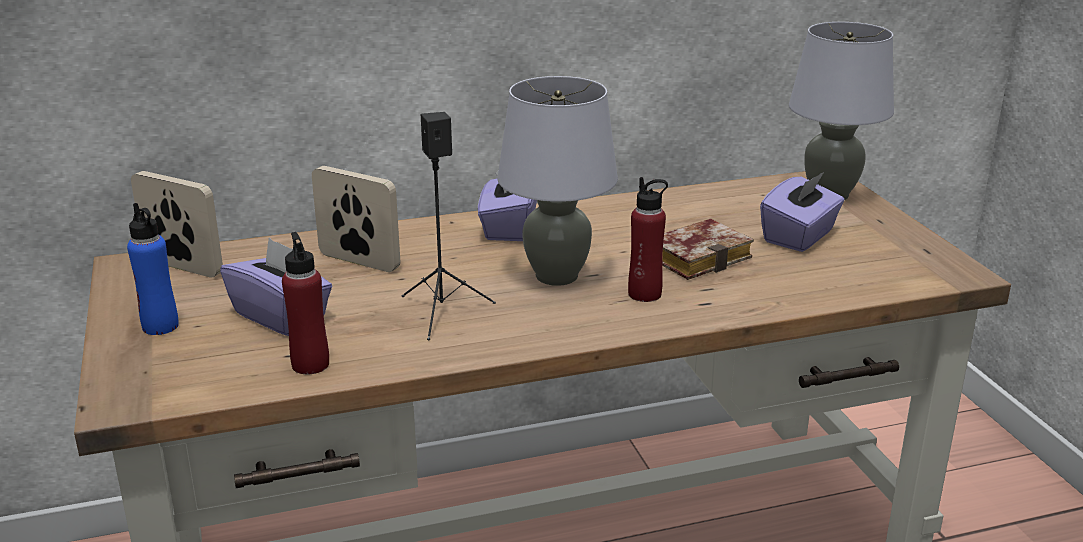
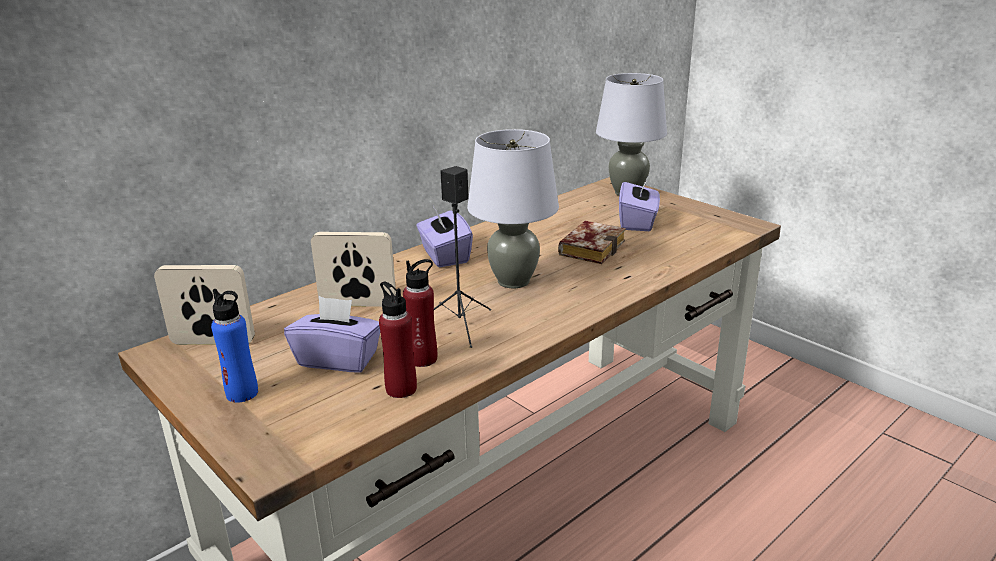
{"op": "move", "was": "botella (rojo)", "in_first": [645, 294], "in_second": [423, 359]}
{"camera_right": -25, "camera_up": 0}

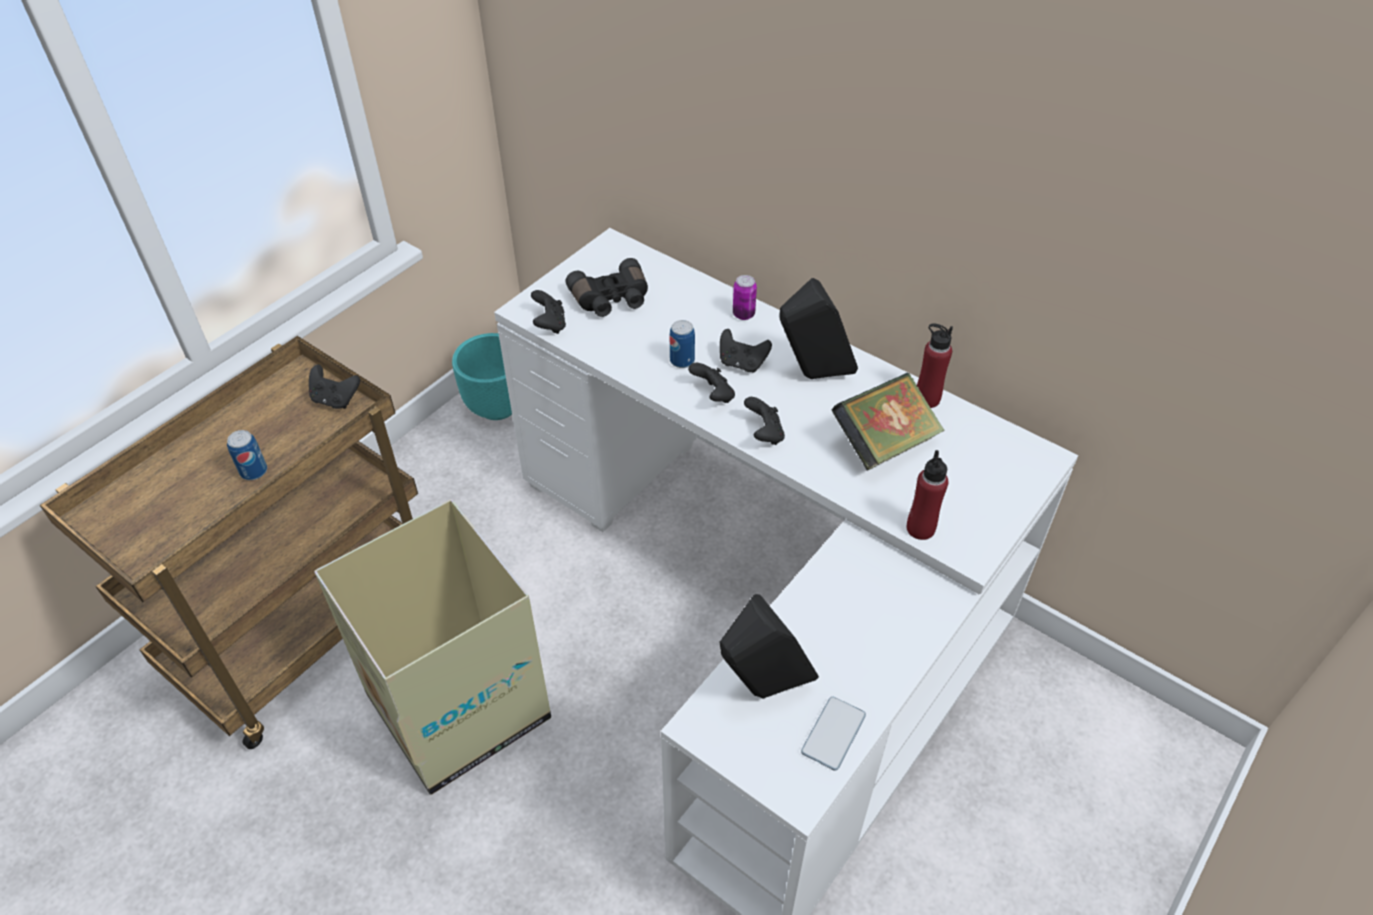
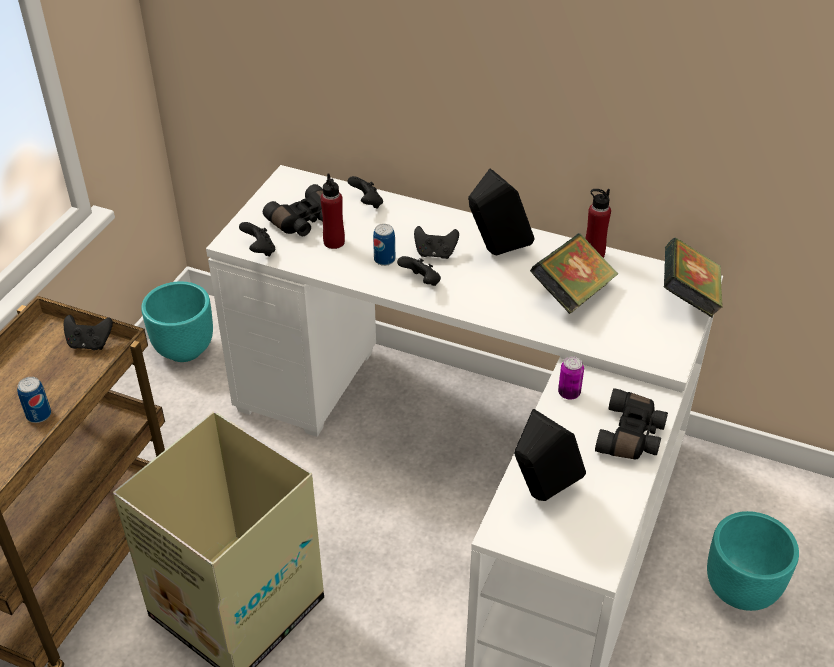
{"op": "delete", "was": "móvil", "in_first": [833, 734]}
{"op": "insert", "now": "prismáticos (negro)", "in_second": [632, 436]}
{"op": "insert", "now": "libro", "in_second": [688, 298]}
{"op": "insert", "now": "maceta (turquesa)", "in_second": [741, 590]}
{"op": "move", "was": "lata", "in_first": [743, 314], "in_second": [569, 393]}
{"op": "move", "was": "mando de consola (negro)", "in_first": [764, 434], "in_second": [367, 203]}
{"op": "move", "was": "botella (rojo)", "in_first": [920, 528], "in_second": [334, 242]}
{"camera_right": -15, "camera_up": -5}

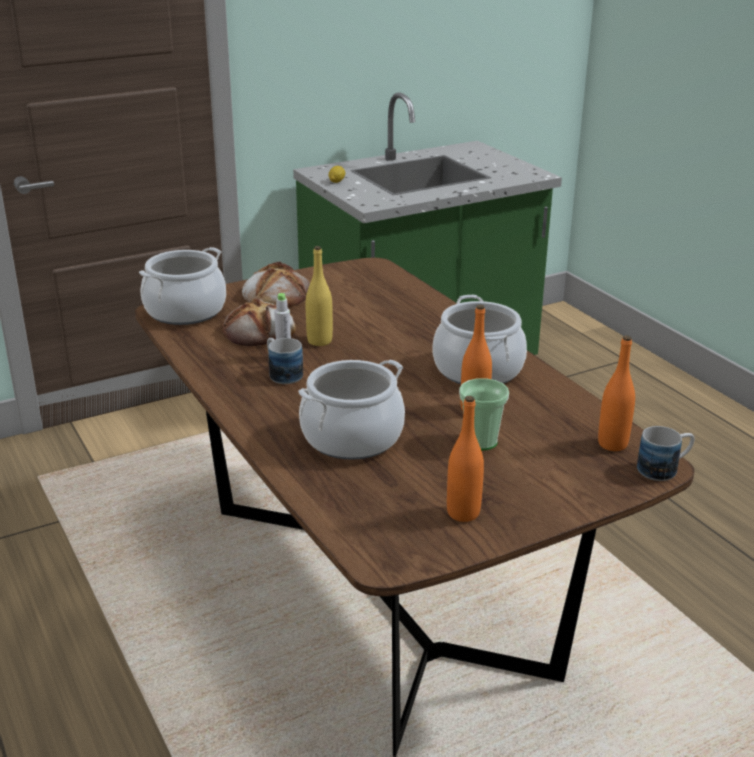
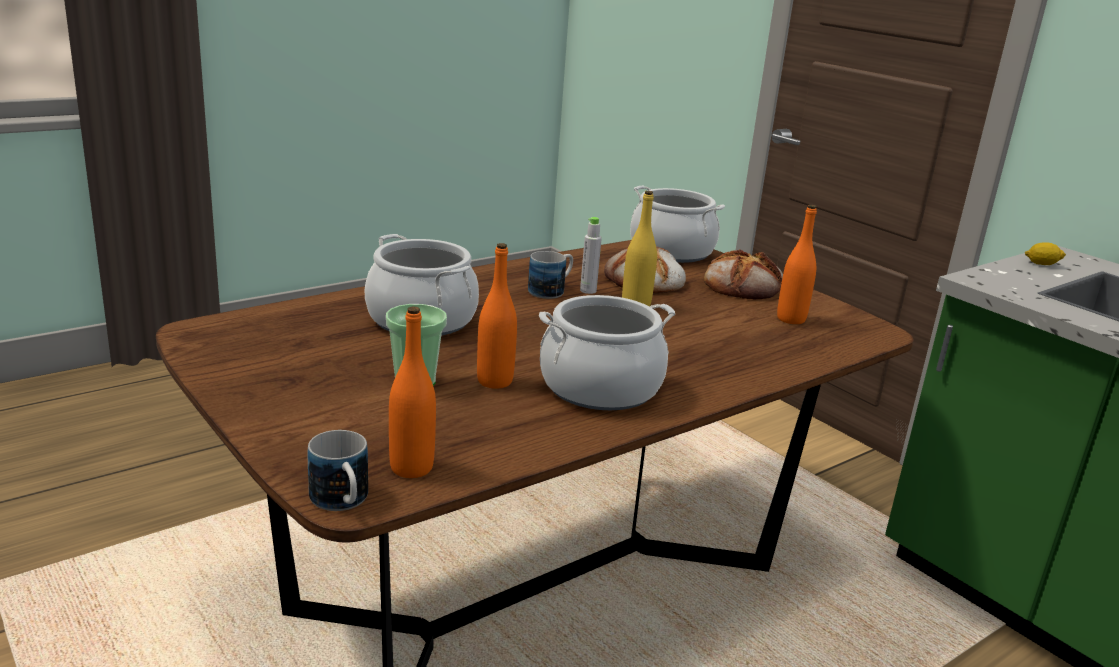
{"op": "move", "was": "botella (naranja)", "in_first": [463, 513], "in_second": [791, 319]}
{"camera_right": 80, "camera_up": -5}

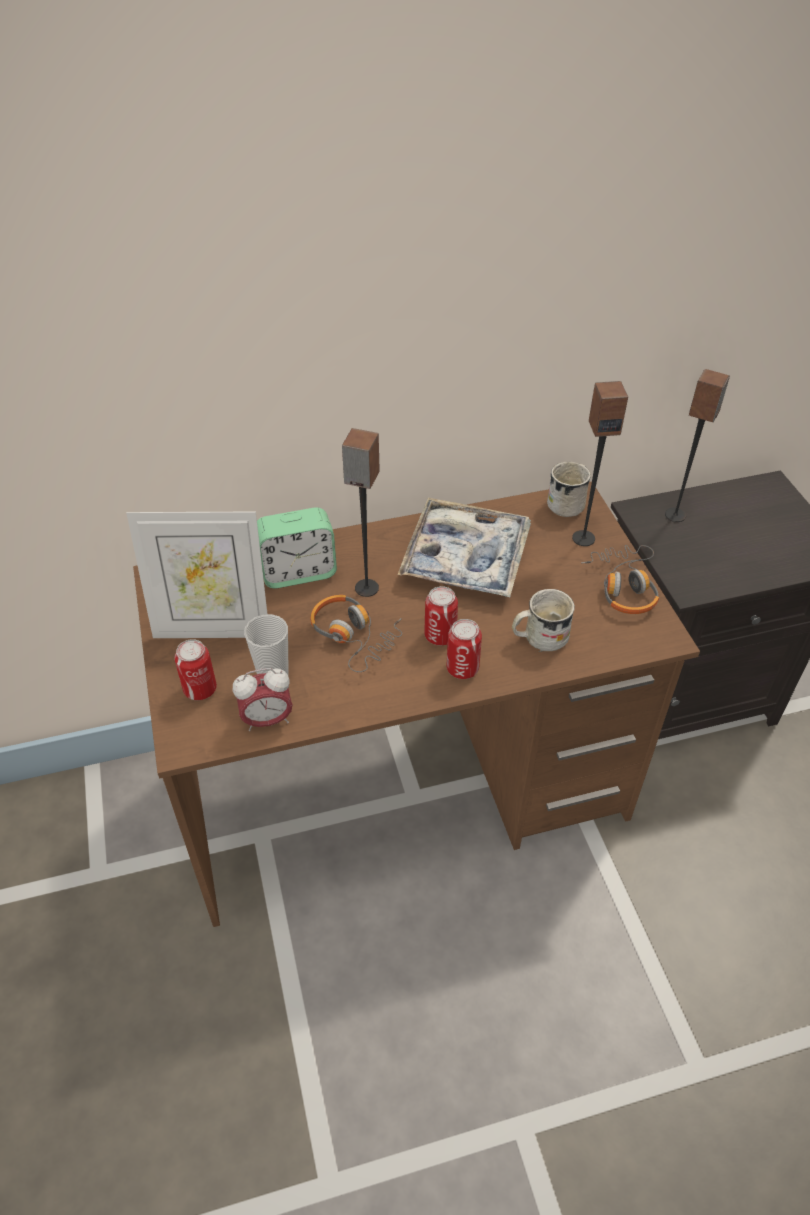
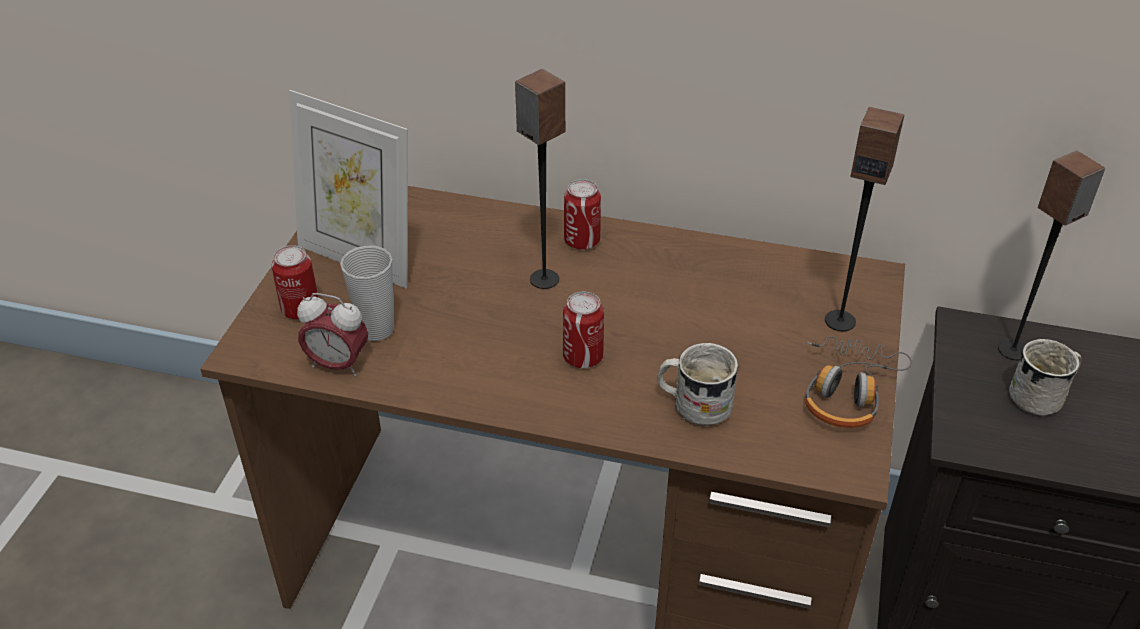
{"op": "delete", "was": "despertador", "in_first": [298, 572]}
{"op": "delete", "was": "auriculares", "in_first": [353, 636]}
{"op": "delete", "was": "bandeja", "in_first": [465, 558]}
{"op": "move", "was": "lata", "in_first": [462, 668], "in_second": [582, 241]}
{"op": "move", "was": "taza grande (blanco)", "in_first": [569, 502], "in_second": [1043, 396]}
{"camera_right": 30, "camera_up": -5}

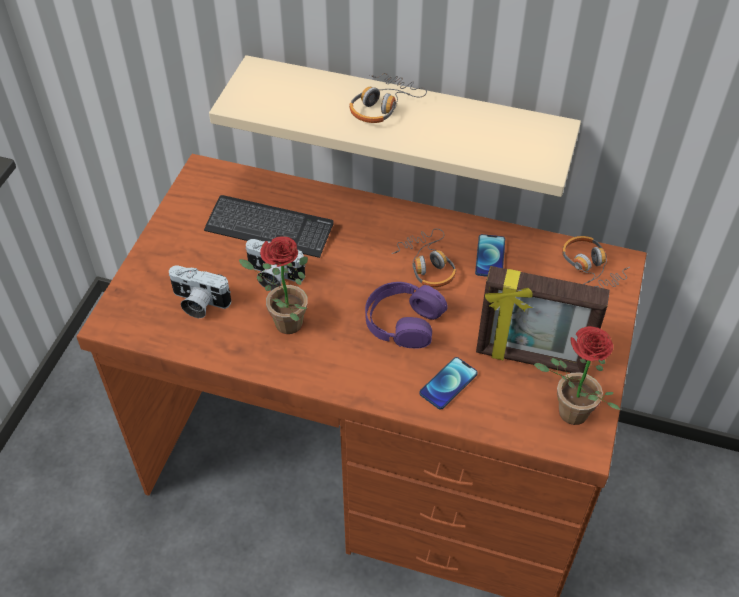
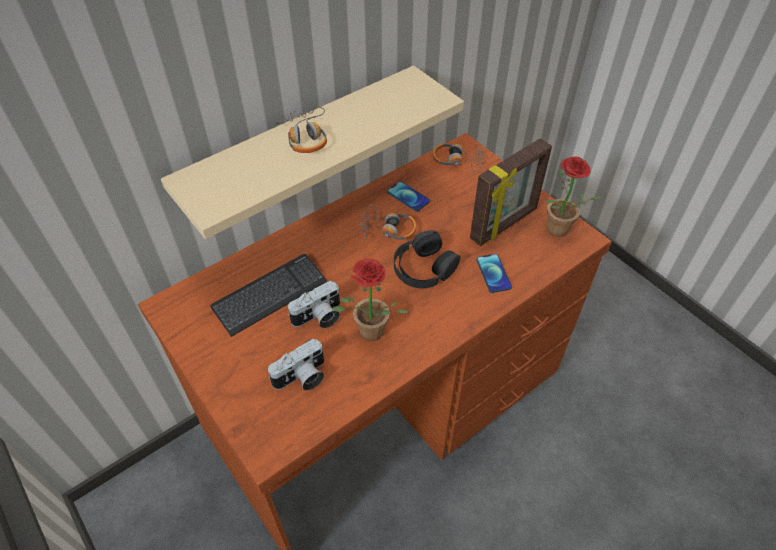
{"op": "recolor", "was": "auriculares (morado)", "now": "auriculares (negro)", "in_first": [403, 321], "in_second": [423, 268]}
{"camera_right": -55, "camera_up": 0}

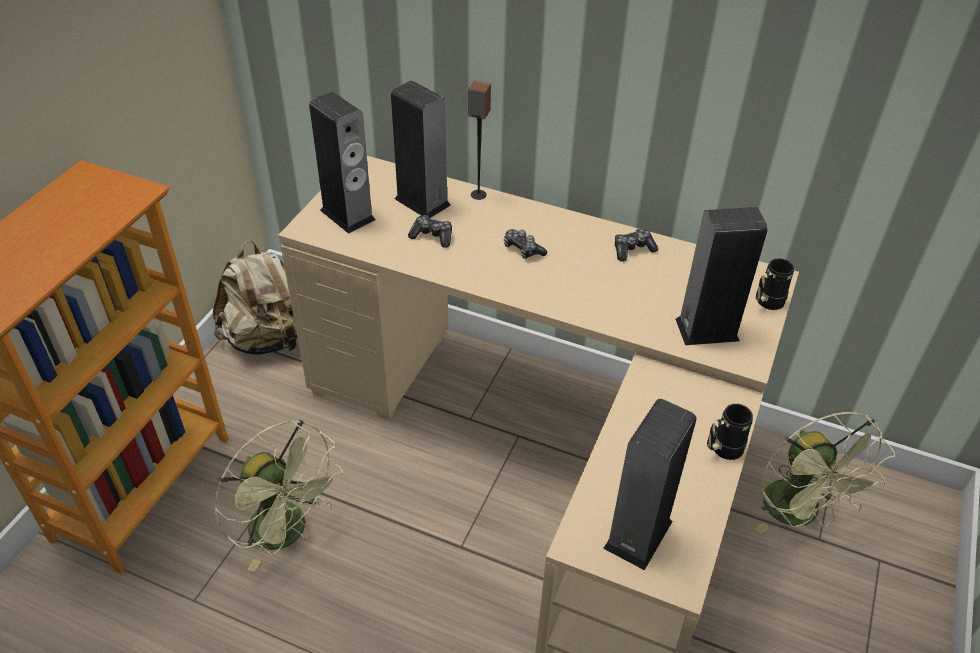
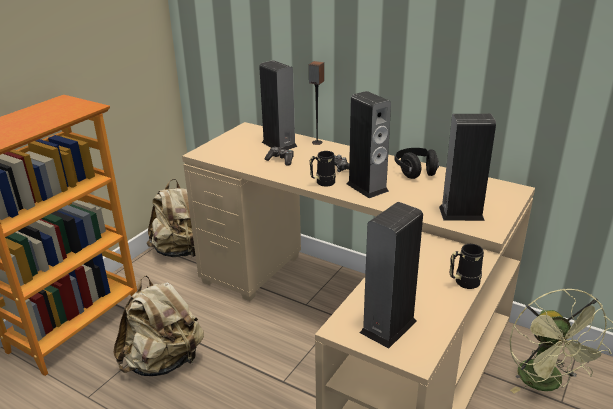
{"op": "move", "was": "altavoz", "in_first": [347, 215], "in_second": [367, 187]}
{"op": "move", "was": "taza grande (negro)", "in_first": [766, 303], "in_second": [322, 183]}
{"op": "replace", "was": "ventilador (verde)", "now": "mochila (beis)", "in_first": [288, 532], "in_second": [164, 361]}
{"op": "replace", "was": "mando de consola", "now": "auriculares (negro)", "in_first": [632, 249], "in_second": [415, 171]}
{"camera_right": 10, "camera_up": -15}

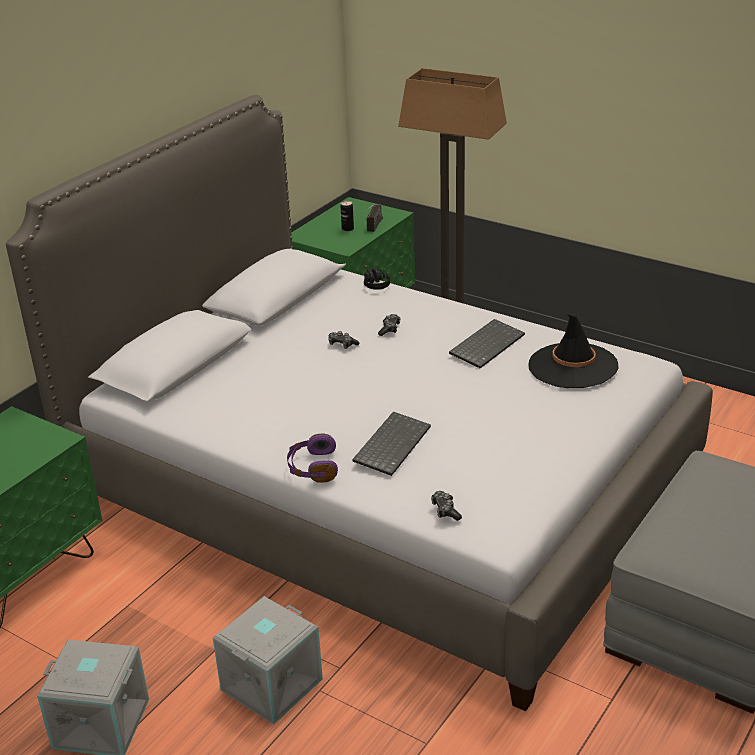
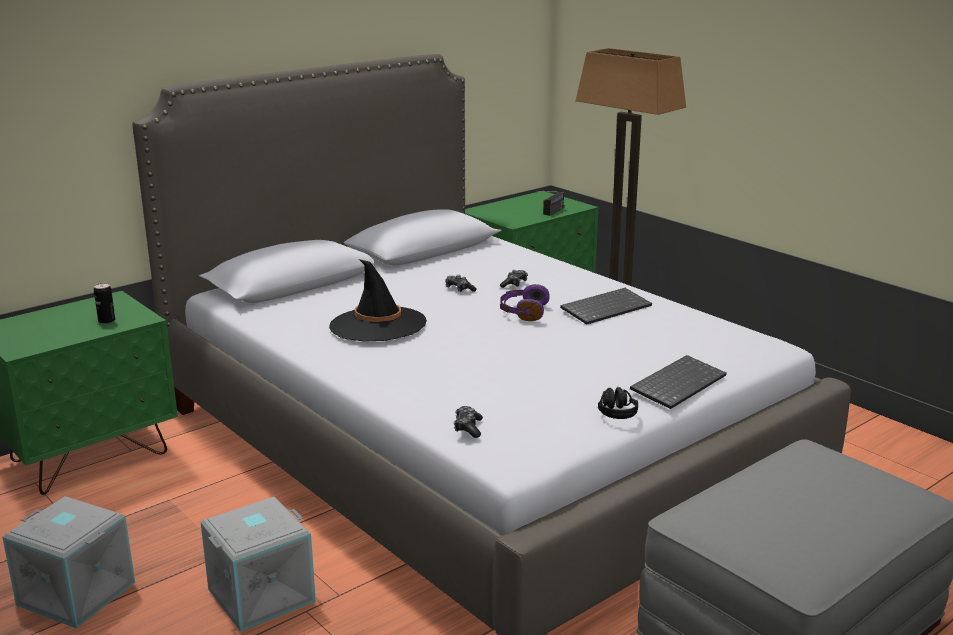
{"op": "move", "was": "auriculares (morado)", "in_first": [312, 468], "in_second": [523, 312]}
{"op": "move", "was": "lata", "in_first": [347, 229], "in_second": [106, 321]}
{"op": "move", "was": "teclado", "in_first": [391, 444], "in_second": [677, 383]}
{"op": "move", "was": "auriculares (negro)", "in_first": [374, 283], "in_second": [615, 410]}
{"op": "move", "was": "sombrero (negro)", "in_first": [572, 366], "in_second": [378, 325]}
{"camera_right": 15, "camera_up": -10}

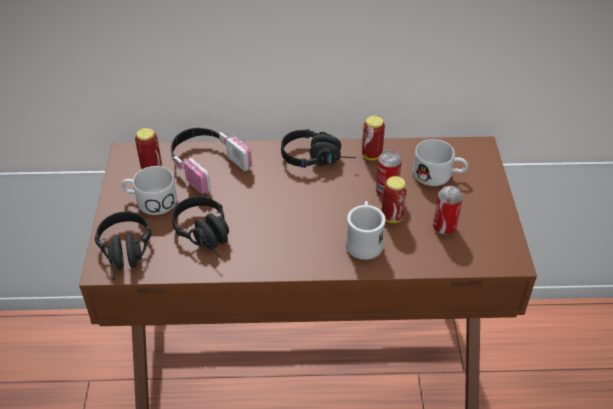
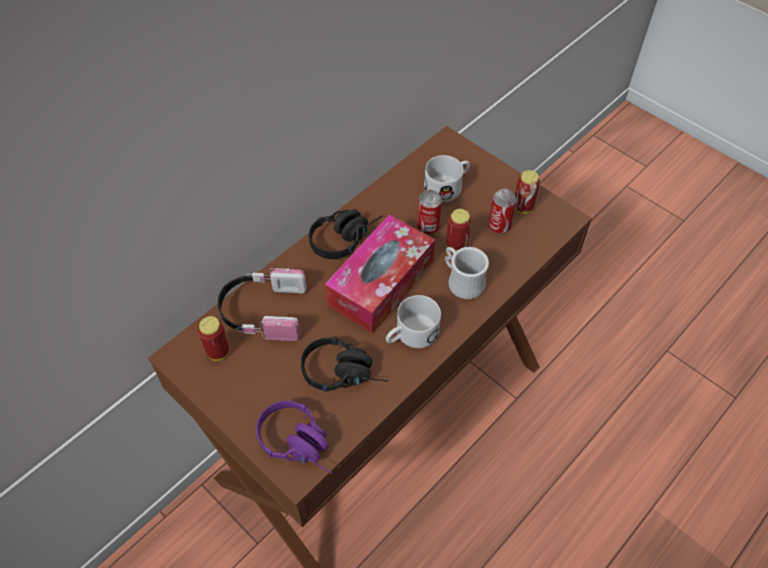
{"op": "insert", "now": "caja de pañuelos", "in_second": [381, 283]}
{"op": "move", "was": "taza grande (blanco)", "in_first": [150, 201], "in_second": [411, 335]}
{"op": "move", "was": "lata", "in_first": [371, 155], "in_second": [523, 207]}
{"op": "recolor", "was": "auriculares (negro)", "now": "auriculares (morado)", "in_first": [126, 255], "in_second": [301, 444]}
{"camera_right": -45, "camera_up": 10}

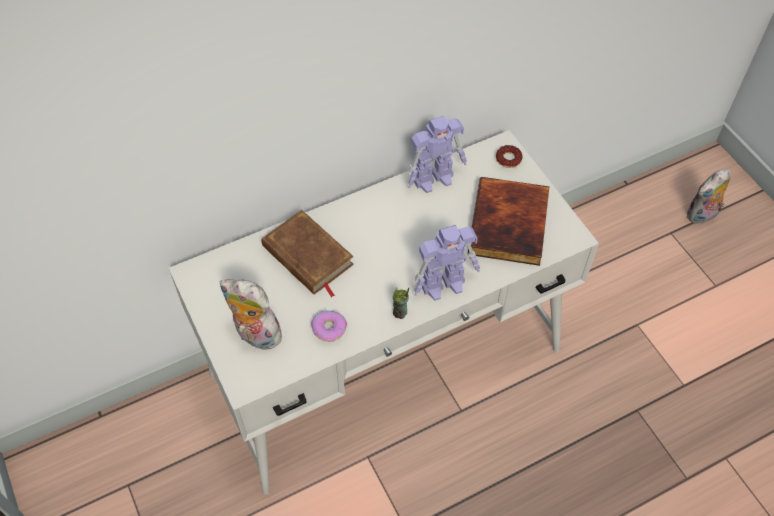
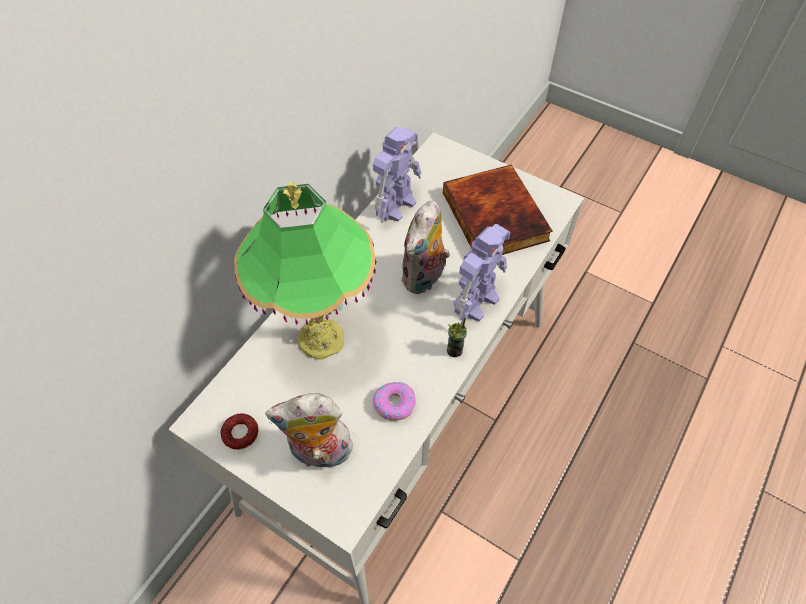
{"op": "move", "was": "rosquilla", "in_first": [508, 159], "in_second": [240, 433]}
{"op": "move", "was": "peluche", "in_first": [702, 216], "in_second": [424, 278]}
{"op": "replace", "was": "libro (marrón)", "now": "lámpara de mesa", "in_first": [307, 256], "in_second": [320, 339]}
{"camera_right": -30, "camera_up": 0}

